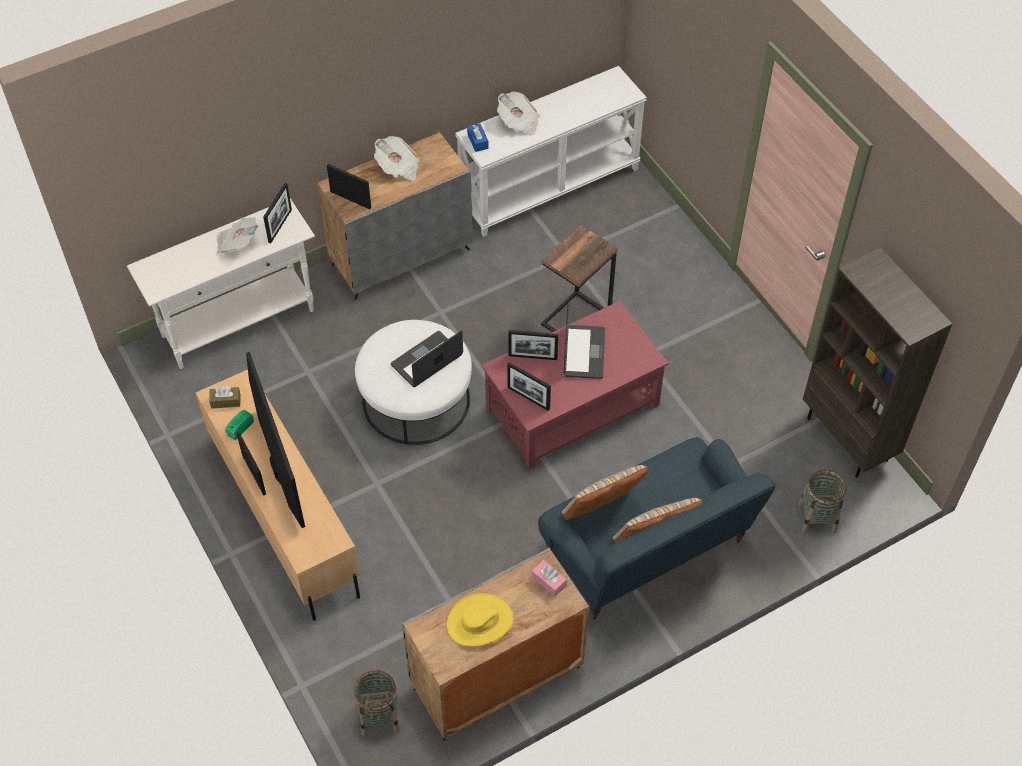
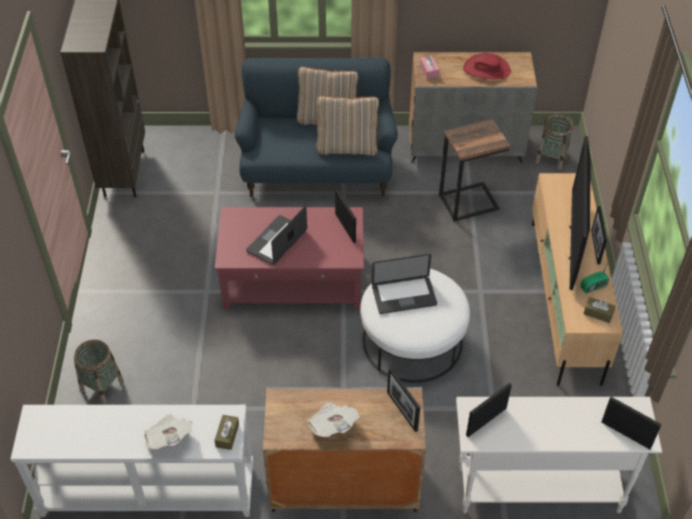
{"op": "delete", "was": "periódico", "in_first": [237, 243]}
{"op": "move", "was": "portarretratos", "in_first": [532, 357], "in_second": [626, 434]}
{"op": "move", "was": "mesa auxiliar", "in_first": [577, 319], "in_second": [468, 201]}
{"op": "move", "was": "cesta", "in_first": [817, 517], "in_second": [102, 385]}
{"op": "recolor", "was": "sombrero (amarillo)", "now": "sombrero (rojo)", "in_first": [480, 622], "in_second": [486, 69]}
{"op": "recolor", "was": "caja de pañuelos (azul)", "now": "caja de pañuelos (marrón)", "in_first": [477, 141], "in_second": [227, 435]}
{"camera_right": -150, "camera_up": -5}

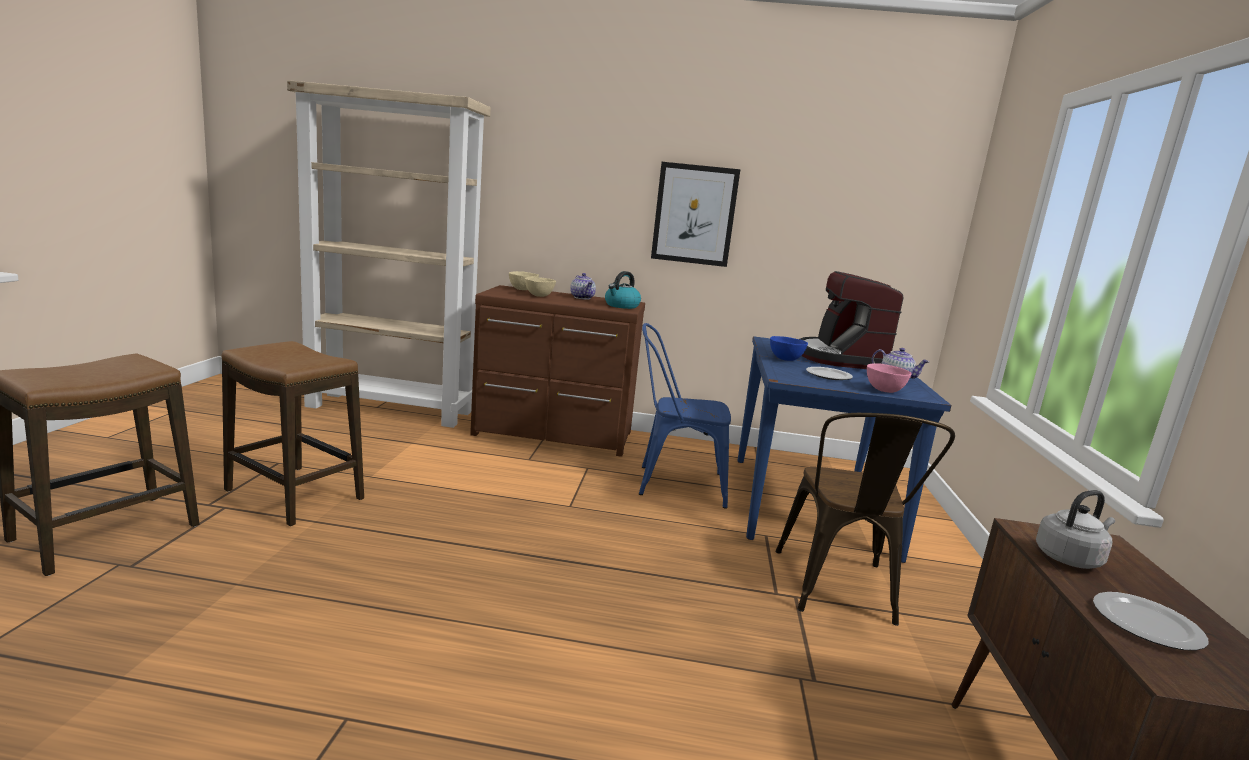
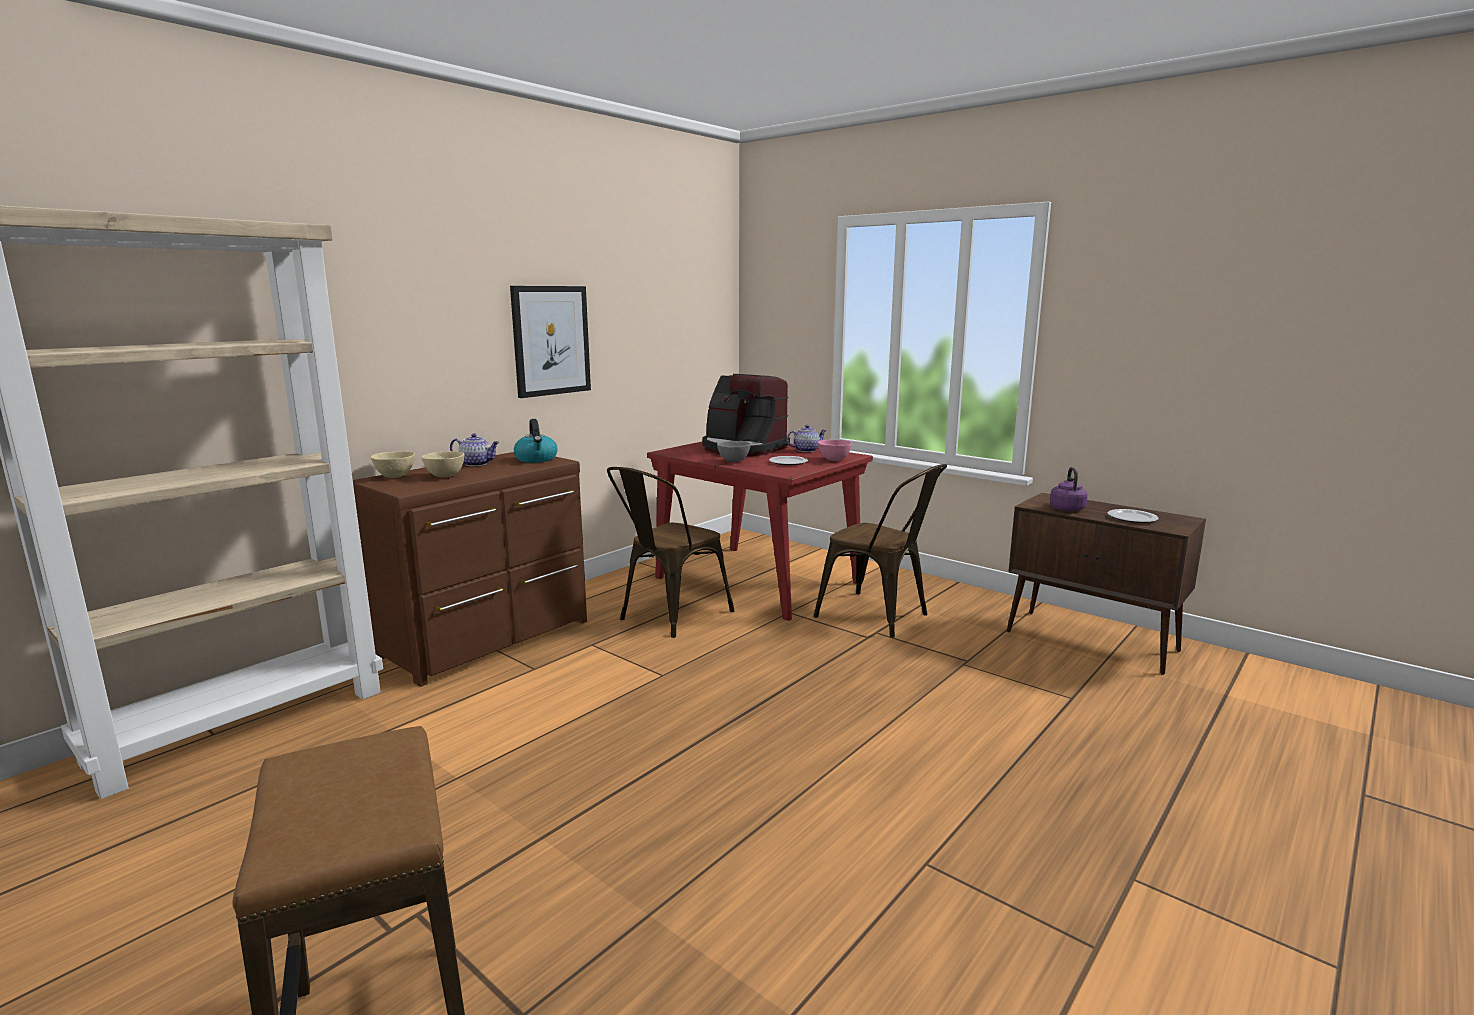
{"op": "delete", "was": "taburete", "in_first": [295, 495]}
{"op": "recolor", "was": "silla (azul)", "now": "silla (marrón)", "in_first": [673, 483], "in_second": [669, 617]}
{"op": "recolor", "was": "mesa de comedor (azul)", "now": "mesa de comedor (rojo)", "in_first": [810, 505], "in_second": [758, 580]}
{"op": "recolor", "was": "cuenco (azul)", "now": "cuenco (gris)", "in_first": [785, 359], "in_second": [733, 461]}
{"op": "recolor", "was": "hervidor (gris)", "now": "hervidor (morado)", "in_first": [1070, 558], "in_second": [1066, 508]}
{"camera_right": -55, "camera_up": 0}

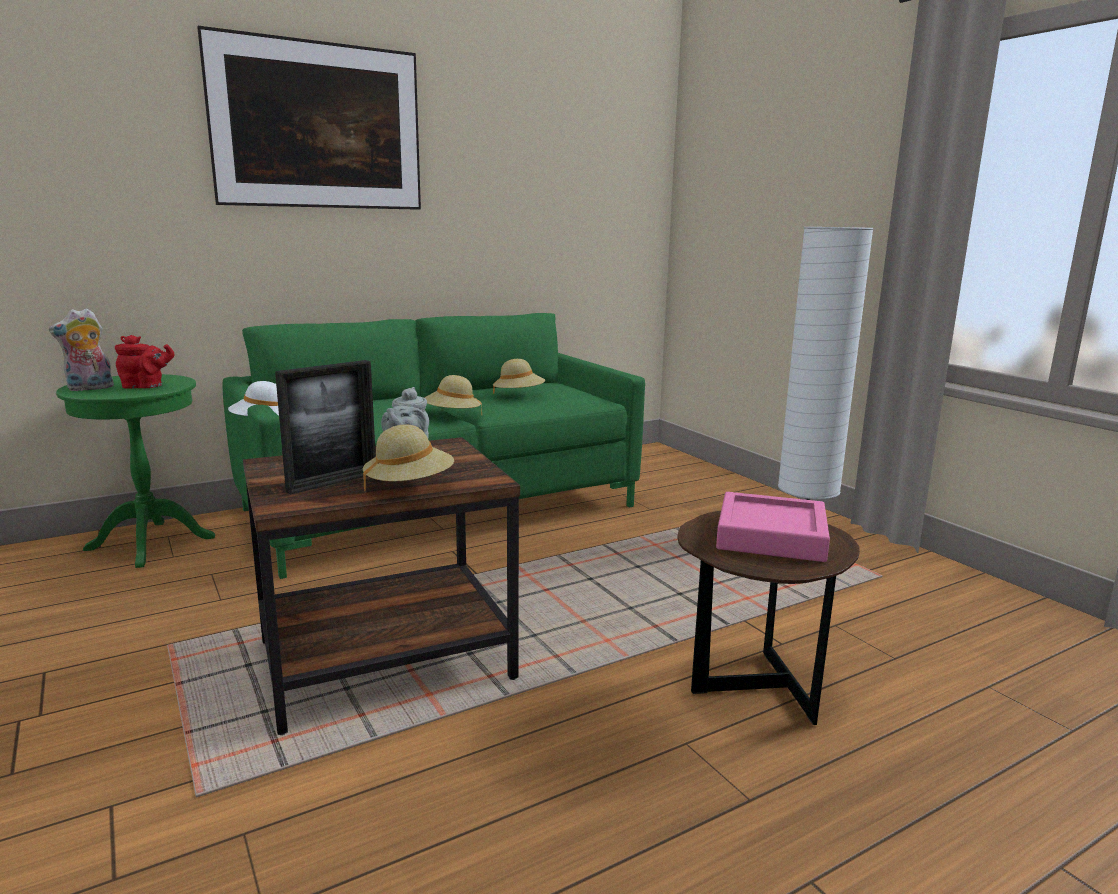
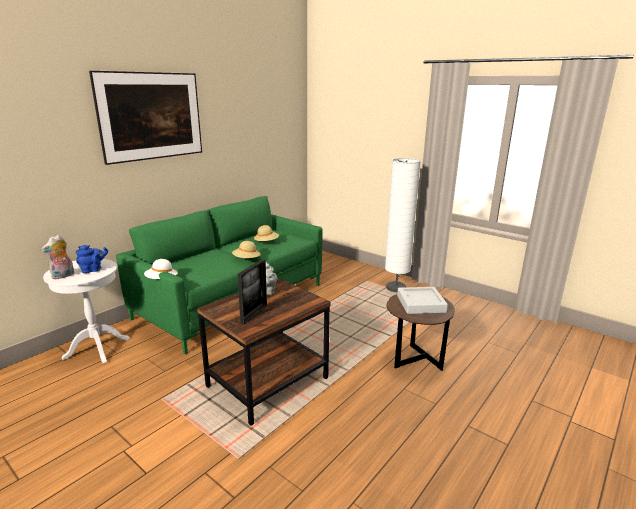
{"op": "delete", "was": "sombrero (beis)", "in_first": [409, 486]}
{"op": "recolor", "was": "mesa auxiliar (verde)", "now": "mesa auxiliar (blanco)", "in_first": [151, 543], "in_second": [97, 348]}
{"op": "recolor", "was": "tetera (rojo)", "now": "tetera (azul)", "in_first": [146, 387], "in_second": [93, 270]}
{"op": "recolor", "was": "bandeja (rosa)", "now": "bandeja (gris)", "in_first": [771, 536], "in_second": [420, 304]}
{"camera_right": -20, "camera_up": 5}

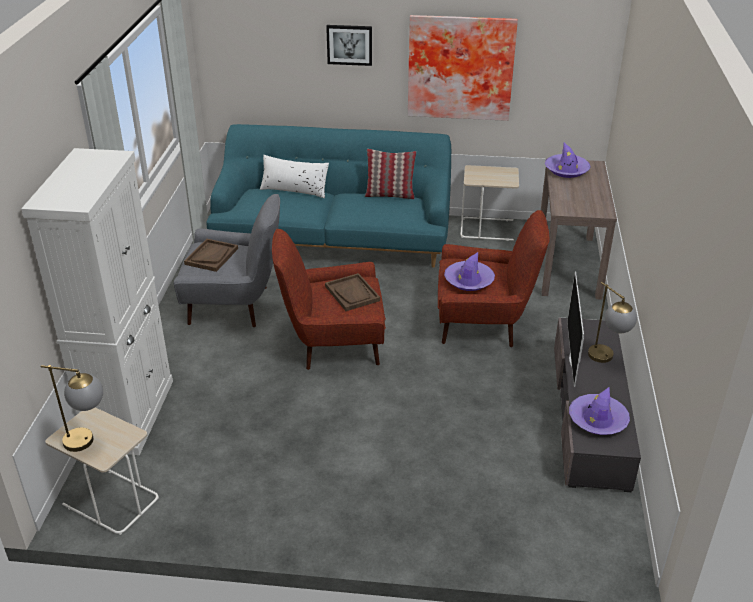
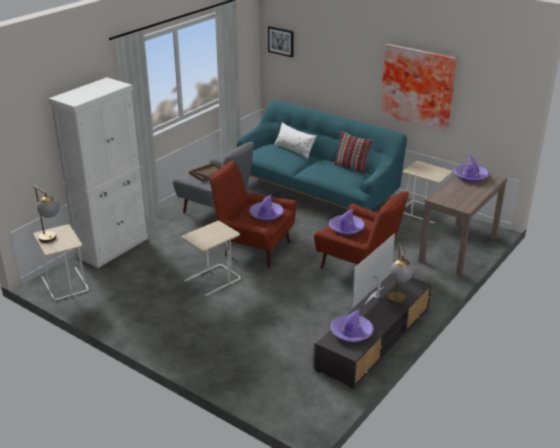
{"op": "insert", "now": "mesa auxiliar (beis)", "in_second": [213, 280]}
{"op": "move", "was": "cuadro", "in_first": [349, 44], "in_second": [281, 41]}
{"op": "replace", "was": "bandeja (marrón)", "now": "sombrero (morado)", "in_first": [352, 293], "in_second": [266, 214]}
{"camera_right": 30, "camera_up": -5}

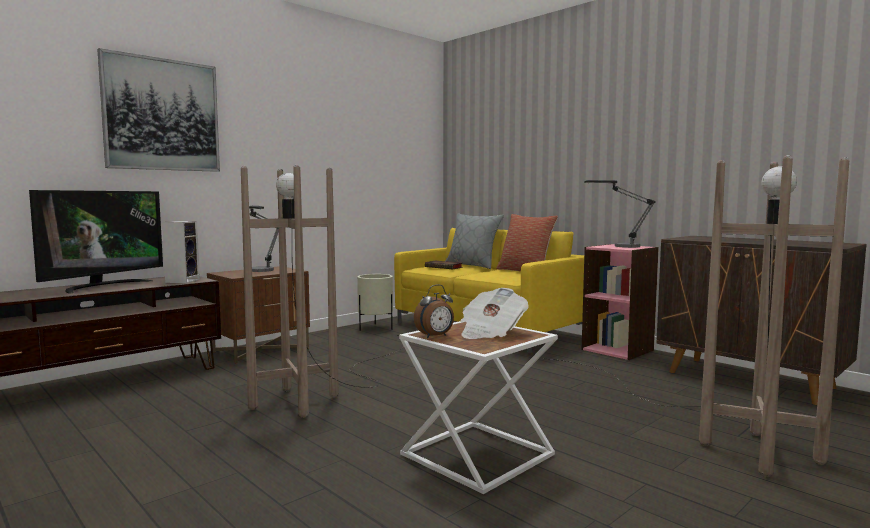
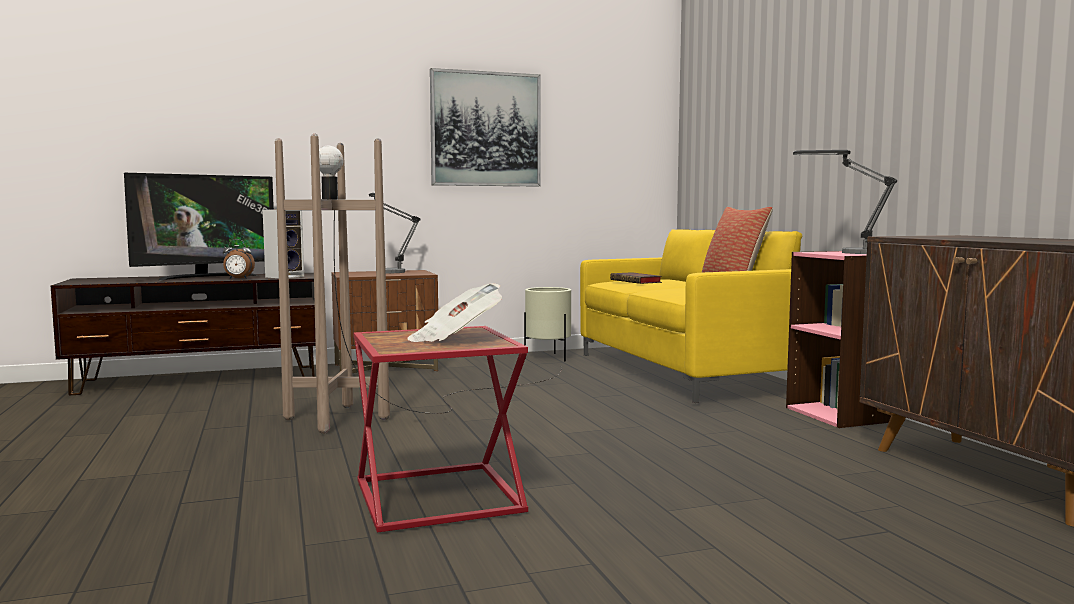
{"op": "delete", "was": "cojín (gris)", "in_first": [473, 265]}
{"op": "delete", "was": "lámpara de pie (marrón)", "in_first": [701, 420]}
{"op": "move", "was": "cuadro", "in_first": [162, 115], "in_second": [485, 129]}
{"op": "move", "was": "despertador", "in_first": [435, 336], "in_second": [238, 278]}
{"op": "recolor", "was": "mesa auxiliar (blanco)", "now": "mesa auxiliar (rojo)", "in_first": [477, 454], "in_second": [440, 496]}
{"camera_right": 25, "camera_up": 0}

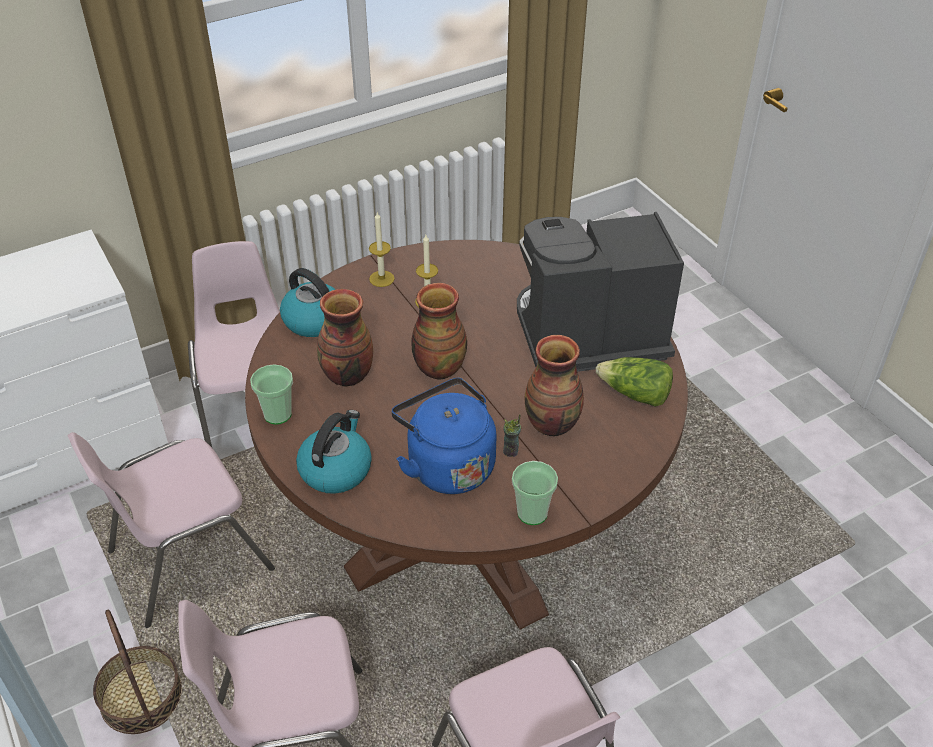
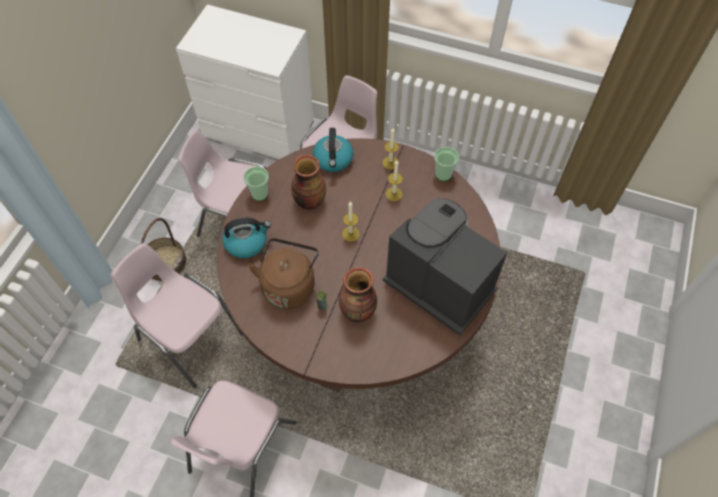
{"op": "delete", "was": "lechuga", "in_first": [635, 394]}
{"op": "move", "was": "taza", "in_first": [532, 513], "in_second": [443, 174]}
{"op": "replace", "was": "florero", "now": "vela", "in_first": [438, 367], "in_second": [350, 234]}
{"op": "recolor", "was": "hervidor (azul)", "now": "hervidor (marrón)", "in_first": [447, 464], "in_second": [289, 285]}
{"camera_right": 50, "camera_up": 15}

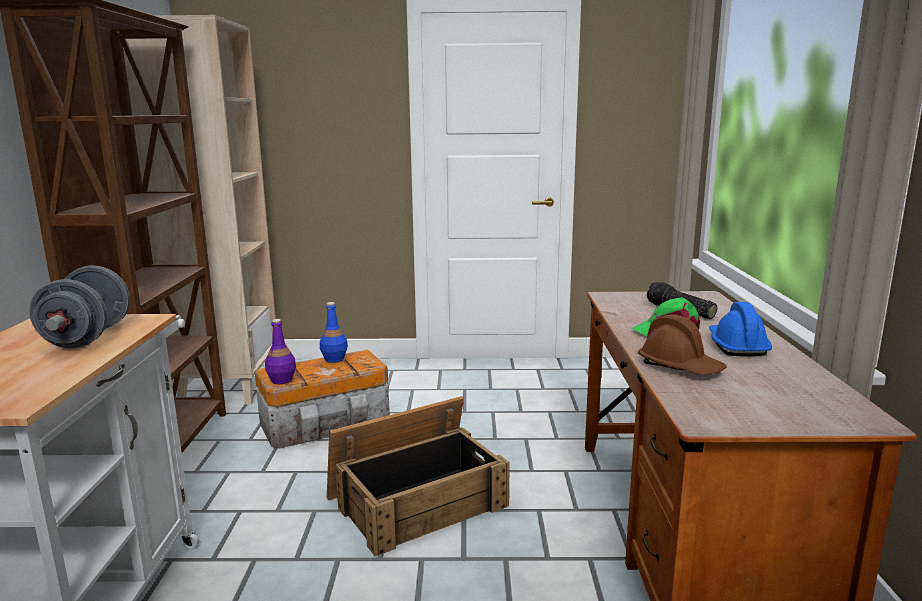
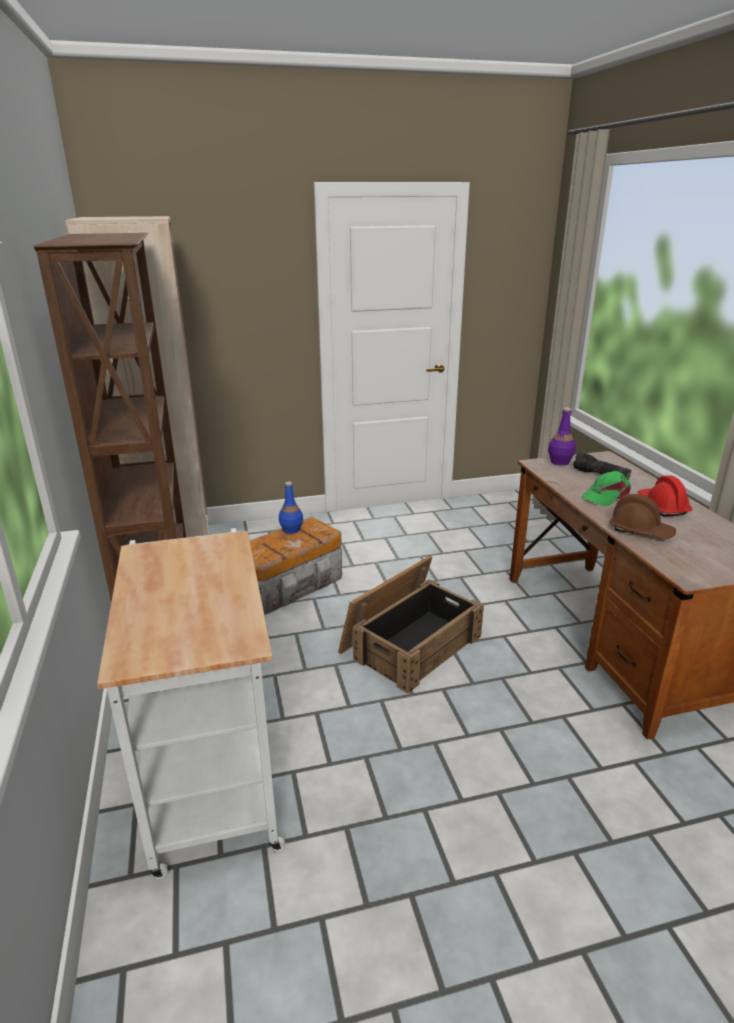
{"op": "delete", "was": "mancuerna (gris)", "in_first": [88, 337]}
{"op": "move", "was": "botella (morado)", "in_first": [281, 380], "in_second": [559, 462]}
{"op": "recolor", "was": "casco (azul)", "now": "casco (rojo)", "in_first": [736, 346], "in_second": [662, 506]}
{"camera_right": -15, "camera_up": 10}

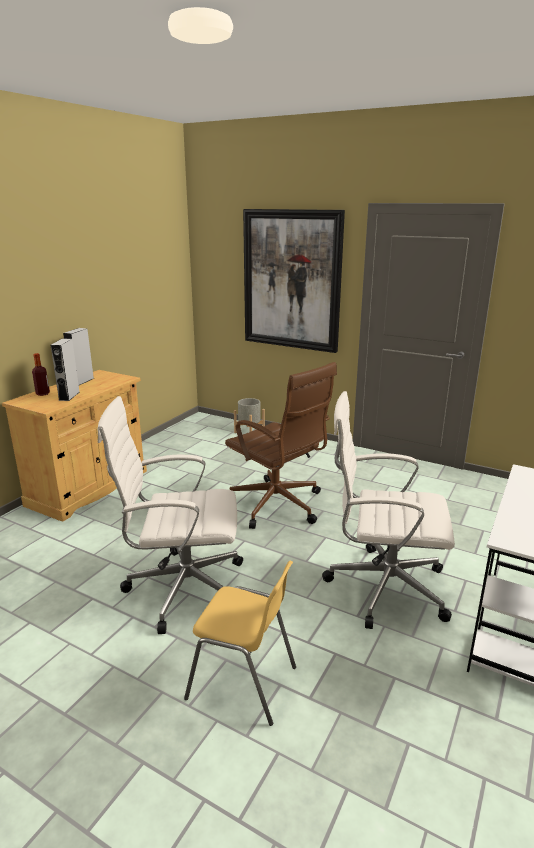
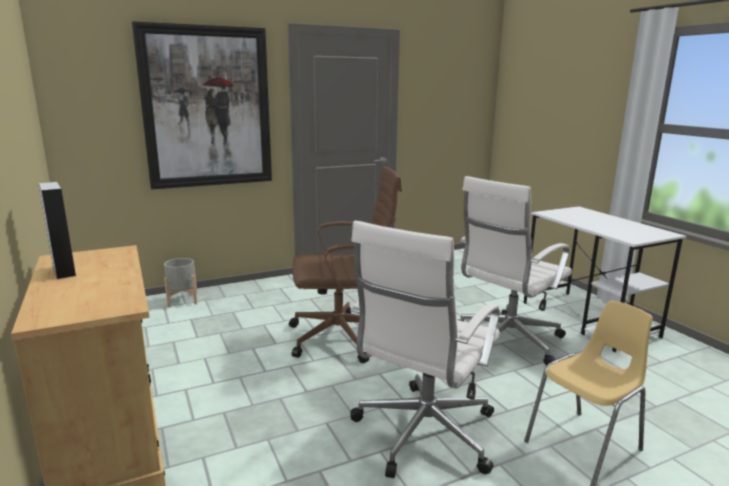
{"op": "delete", "was": "botella", "in_first": [43, 394]}
{"op": "delete", "was": "altavoz (gris)", "in_first": [69, 396]}
{"camera_right": -55, "camera_up": -5}

